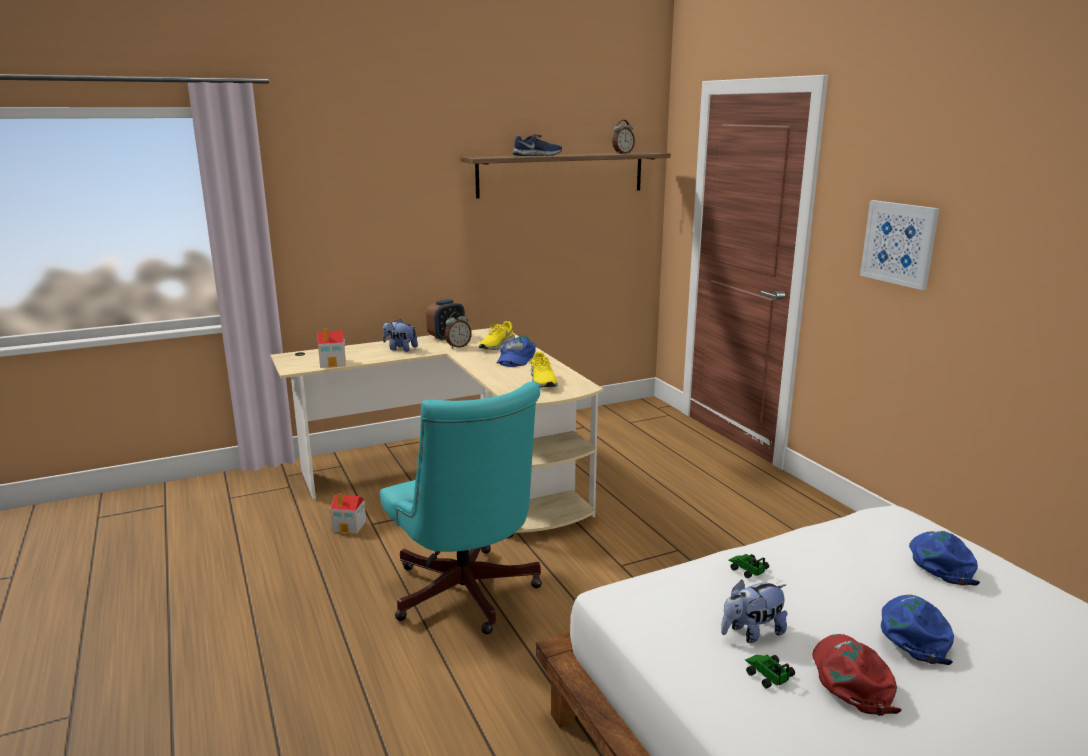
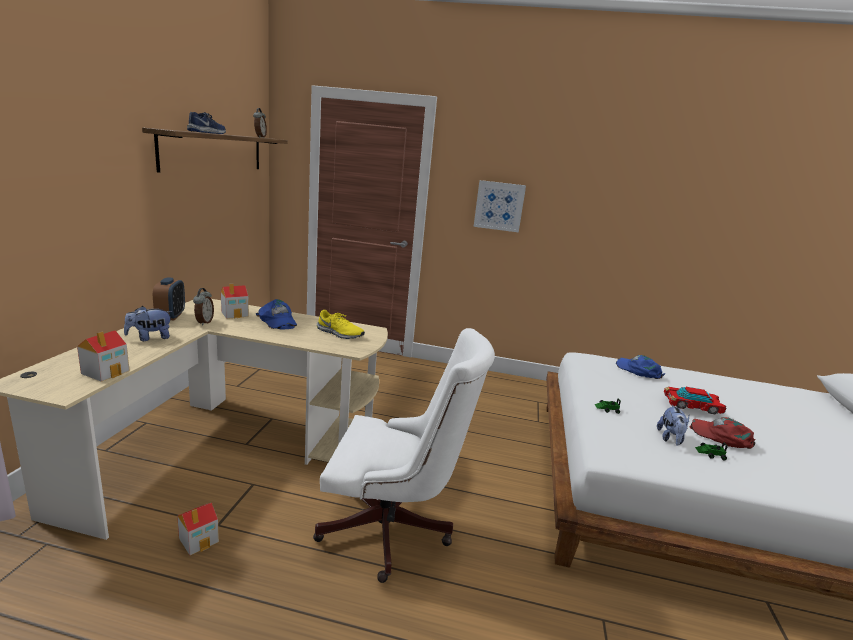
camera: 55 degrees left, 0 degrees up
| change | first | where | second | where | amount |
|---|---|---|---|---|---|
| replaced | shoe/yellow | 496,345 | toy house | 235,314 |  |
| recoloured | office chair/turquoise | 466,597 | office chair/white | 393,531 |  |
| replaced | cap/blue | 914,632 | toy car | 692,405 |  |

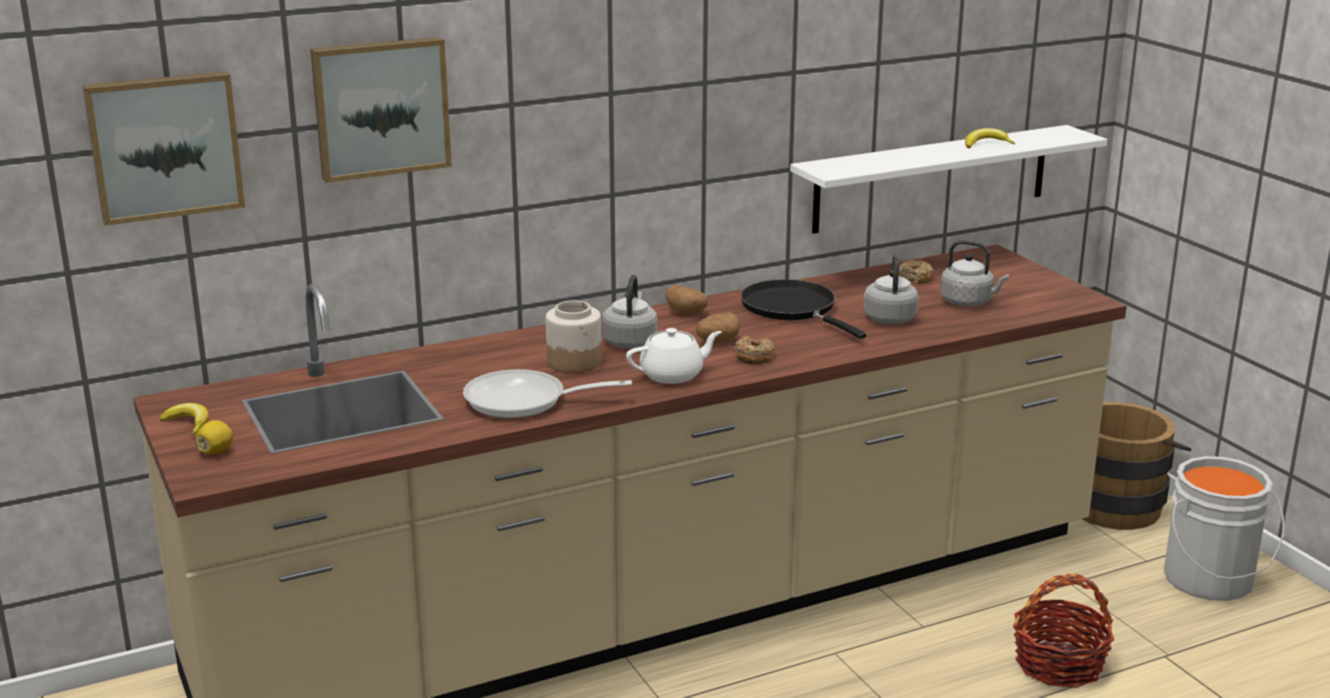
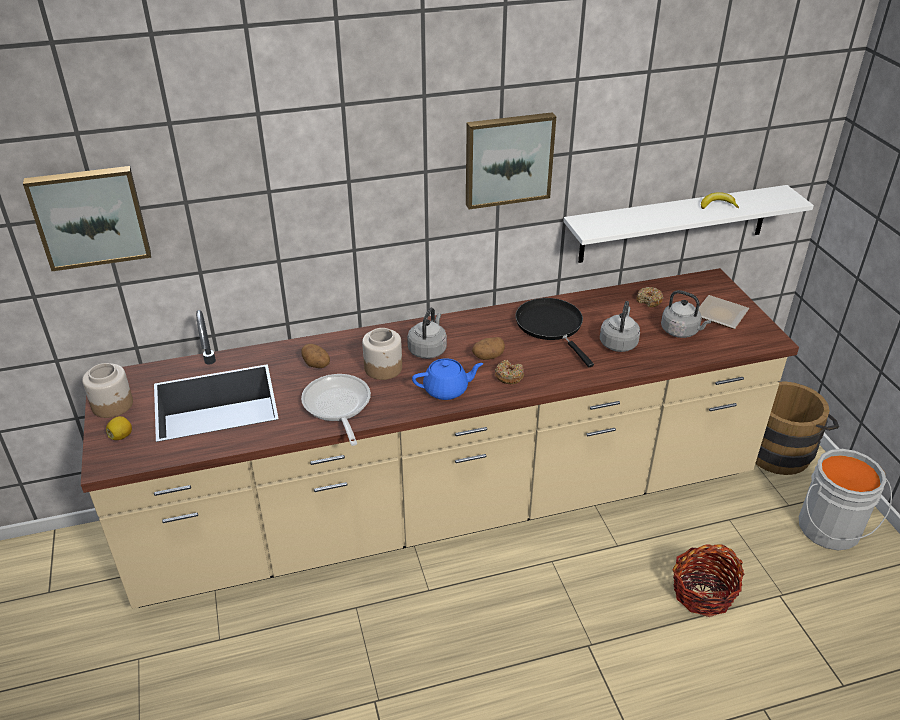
camera: 10 degrees right, 15 degrees up
| change | first | where | second | where | amount |
|---|---|---|---|---|---|
| moved | picture | 380,107 |  | 508,159 |  |
| moved | potato | 687,313 |  | 317,365 |  |
| recoloured | teapot/white | 673,375 | teapot/blue | 447,390 |  |
| turned | frying pan | 524,401 |  | 337,407 | 60 degrees clockwise |
| replaced | banana | 188,424 | jar | 113,405 |  |
| added |  |  | plate | 719,313 |  |

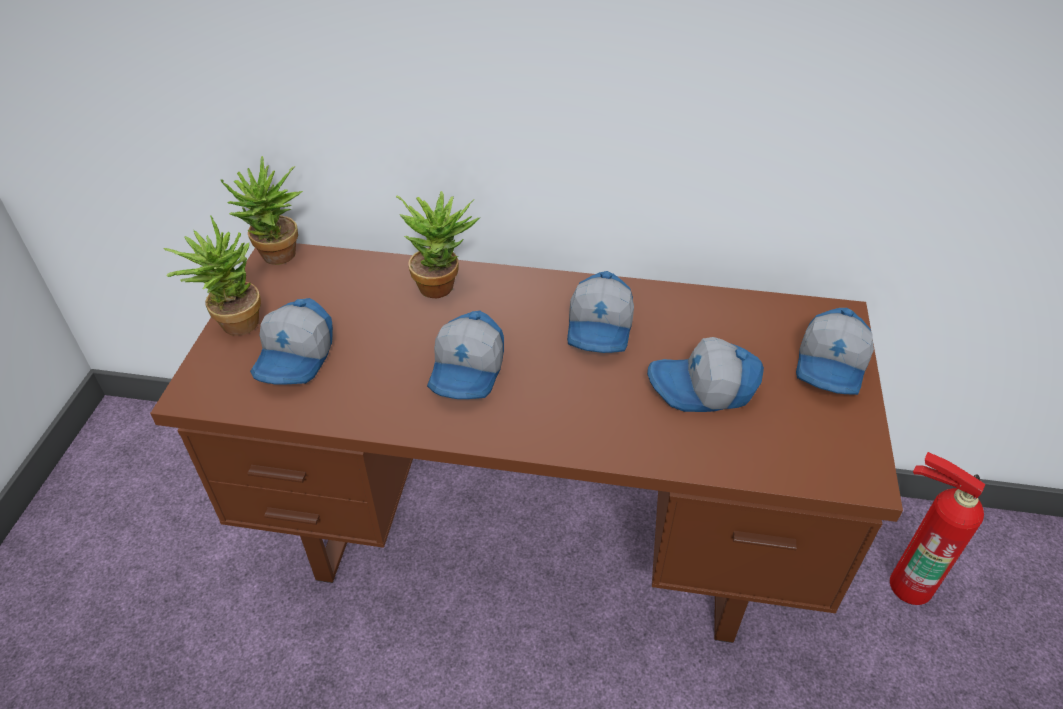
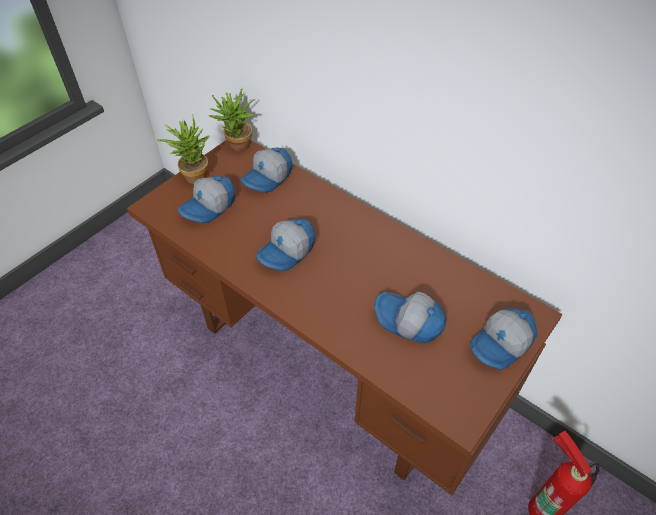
camera: 30 degrees right, 5 degrees up
| change | first | where | second | where | amount |
|---|---|---|---|---|---|
| removed | potted plant | 443,284 |  |  |  |
| moved | cap | 601,328 |  | 268,178 |  |

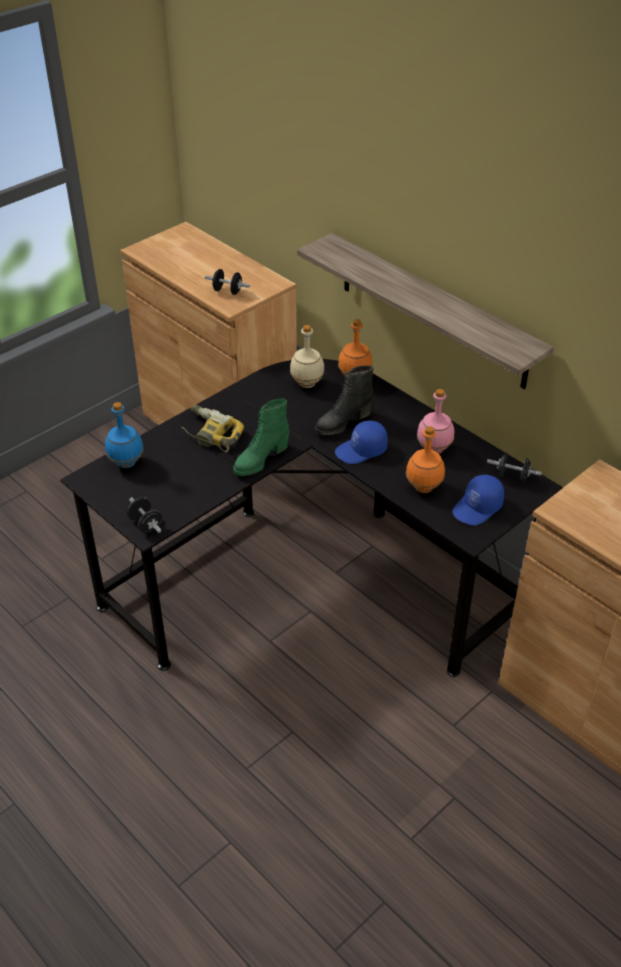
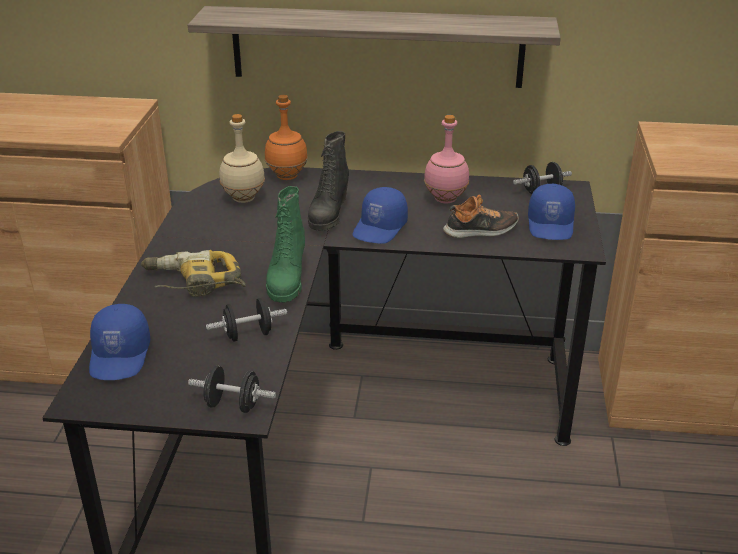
camera: 40 degrees left, 10 degrees down
| change | first | where | second | where | amount |
|---|---|---|---|---|---|
| moved | dumbbell/black | 227,291 |  | 248,335 |  |
| replaced | bottle/blue | 127,463 | cap/blue | 121,356 |  |
| replaced | bottle/orange | 423,487 | shoe | 481,230 |  |

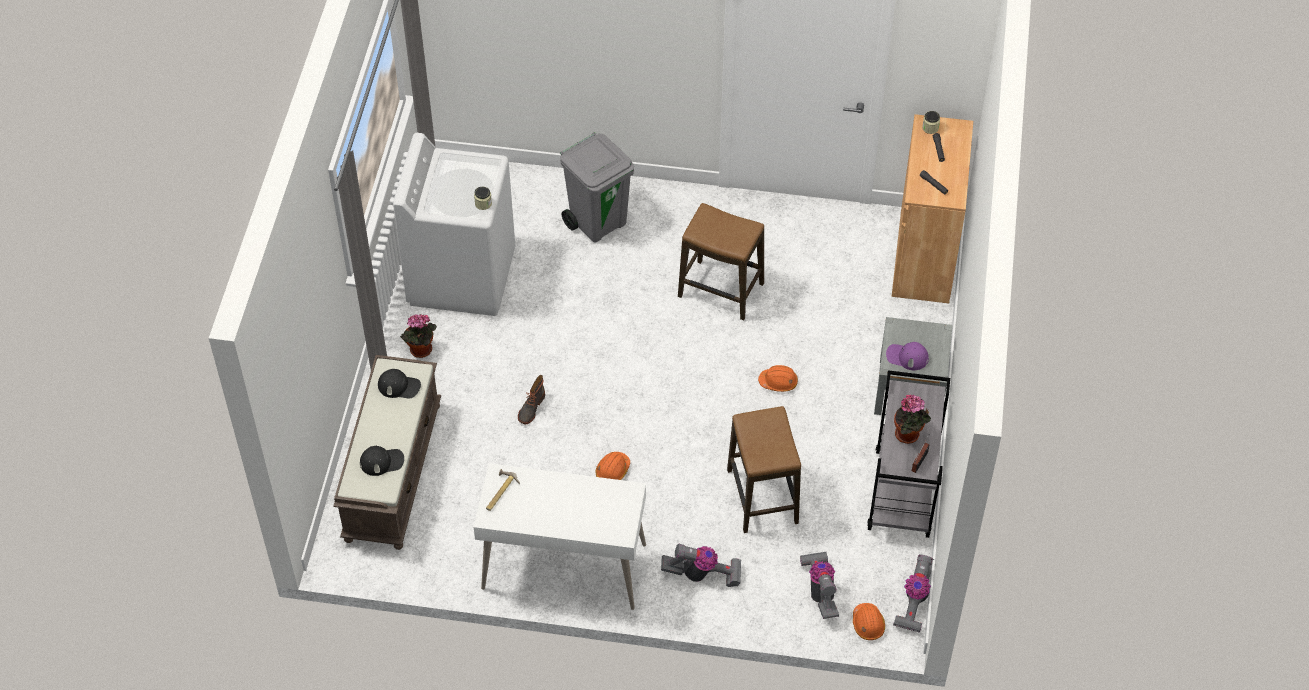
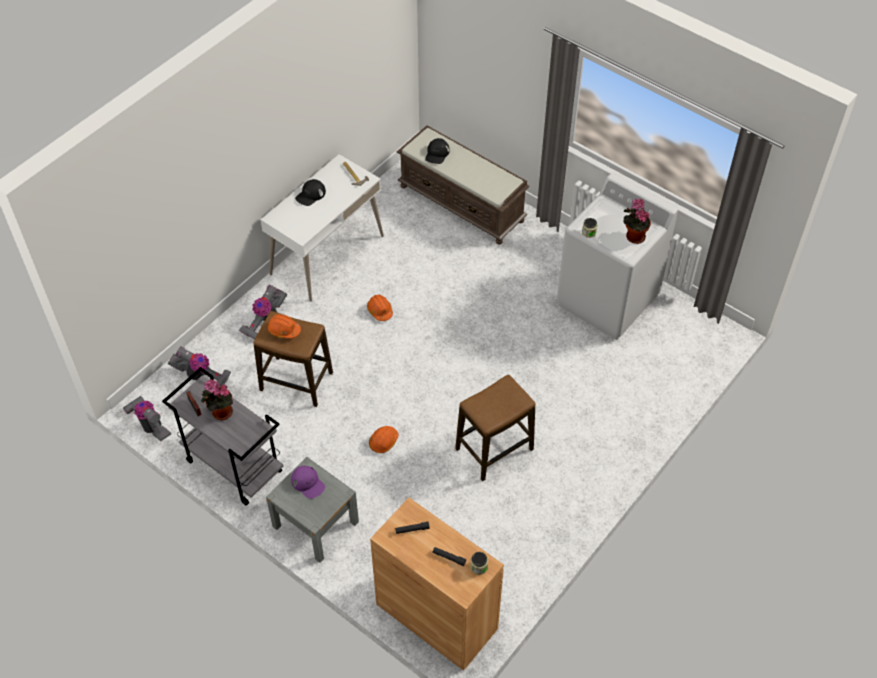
camera: 120 degrees right, 0 degrees up
| change | first | where | second | where | amount |
|---|---|---|---|---|---|
| removed | trash can/grey | 598,222 |  |  |  |
| moved | potted plant | 420,351 |  | 634,236 |  |
| turned | cap/purple | 907,357 |  | 308,483 | 90 degrees clockwise |
| moved | cap/black | 399,386 |  | 310,195 |  |
| removed | boot | 531,408 |  |  |  |
| moved | hard hat/orange | 868,624 |  | 283,330 |  |

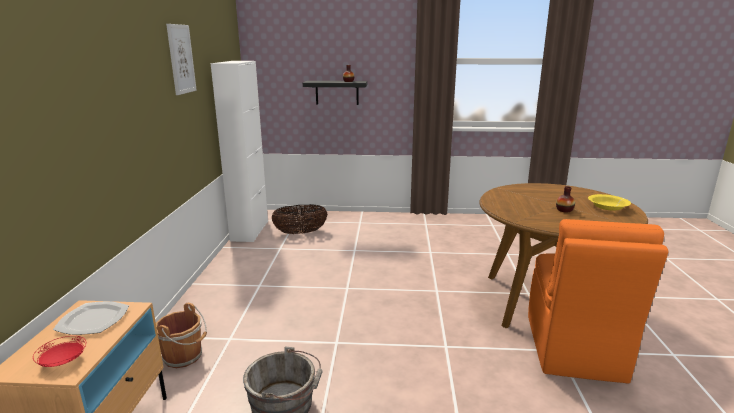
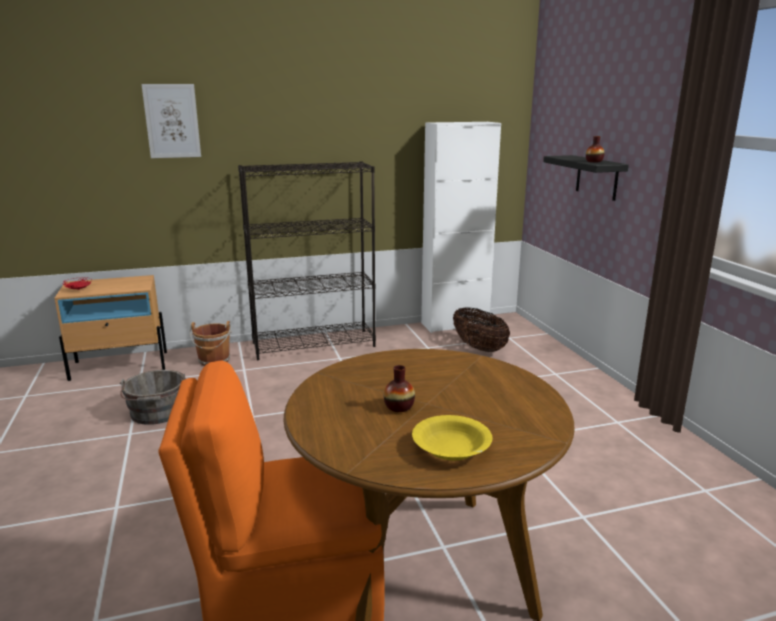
camera: 70 degrees right, 0 degrees up
| change | first | where | second | where | amount |
|---|---|---|---|---|---|
| moved | picture | 181,59 |  | 172,121 |  |
| removed | plate | 93,320 |  |  |  |
| added |  |  | bookcase/black | 314,344 |  |

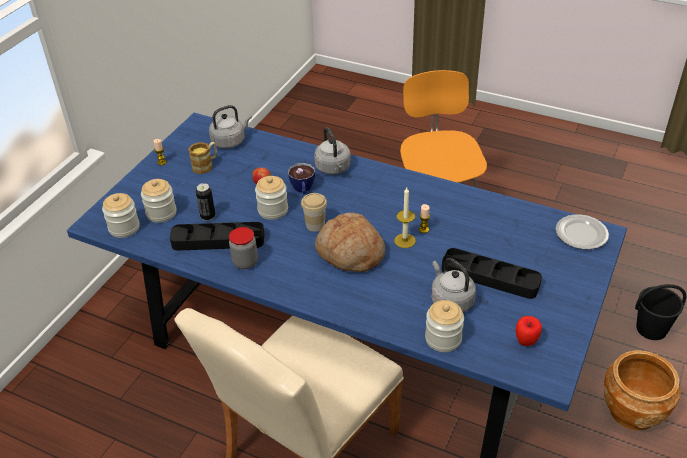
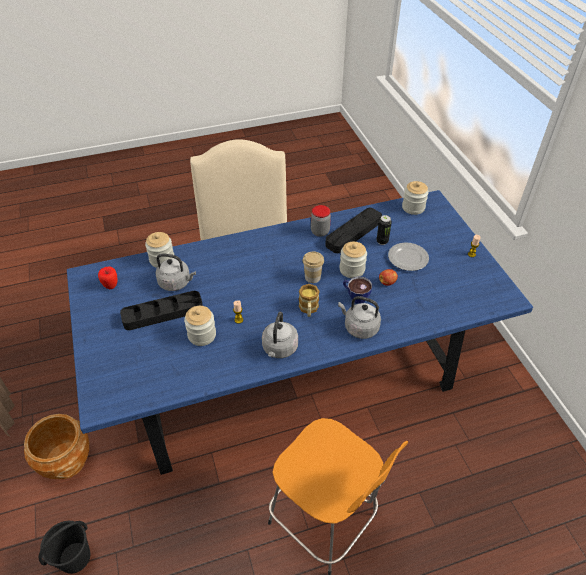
camera: 135 degrees right, 5 degrees up
| change | first | where | second | where | amount |
|---|---|---|---|---|---|
| moved | kettle/grey | 230,141 |  | 279,349 |  |
| moved | mug | 206,165 |  | 308,309 |  |
| moved | jar | 161,213 |  | 202,335 |  |
| removed | candle | 404,240 |  |  |  |
| removed | bread | 350,252 |  |  |  |
| moved | plate | 582,234 |  | 407,258 |  |

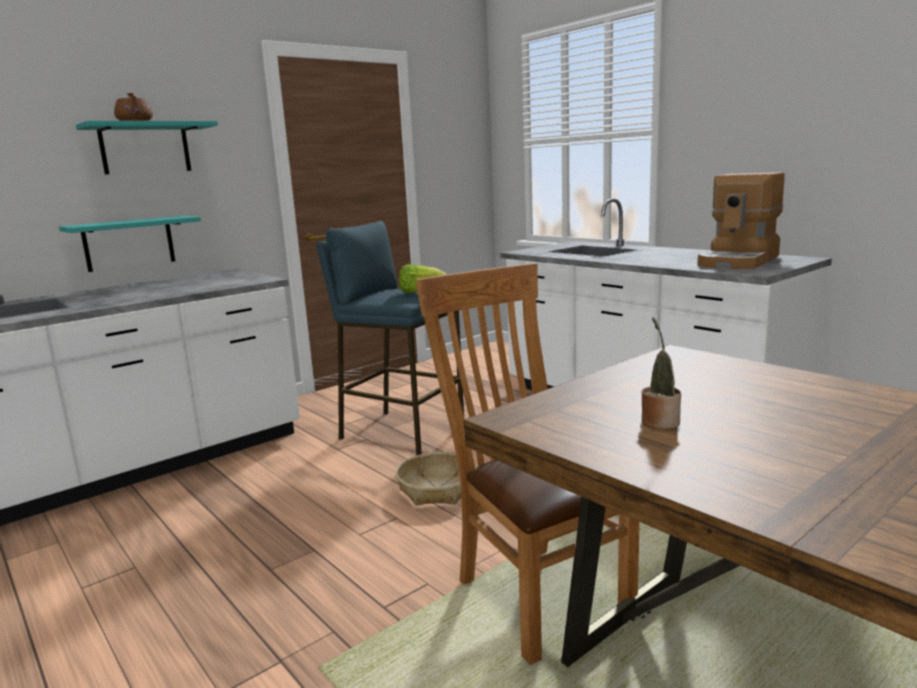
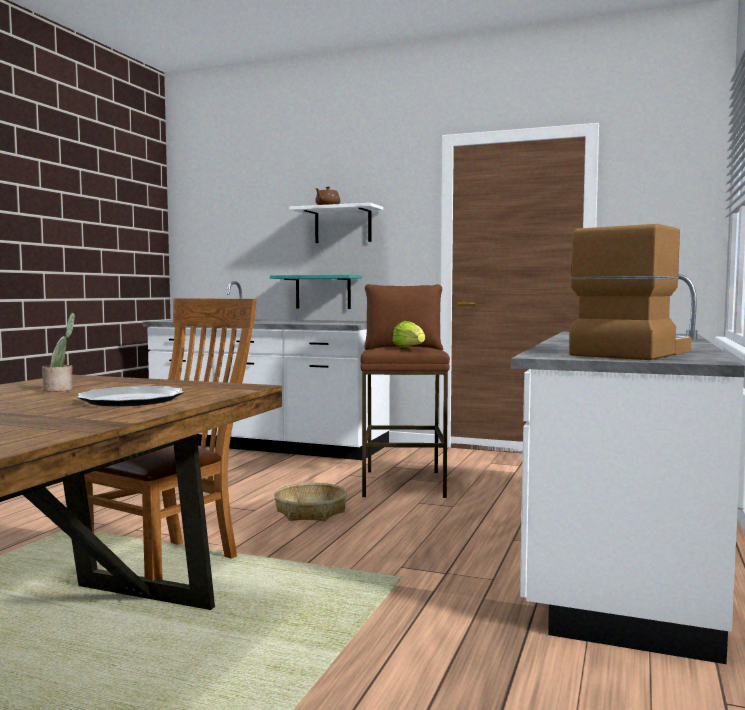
camera: 60 degrees right, 10 degrees down
| change | first | where | second | where | amount |
|---|---|---|---|---|---|
| recoloured | shelf/turquoise | 145,148 | shelf/white | 343,225 |  |
| turned | coffee machine | 739,261 |  | 630,353 | 120 degrees clockwise |
| recoloured | stool/blue | 401,432 | stool/brown | 404,483 |  |
| added |  |  | plate | 131,400 |  |

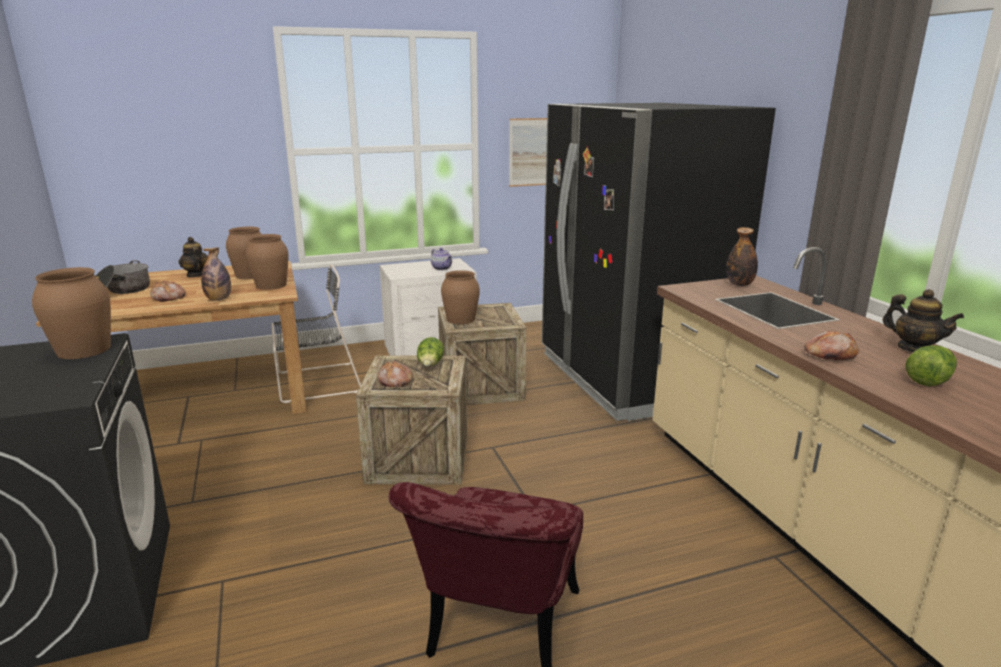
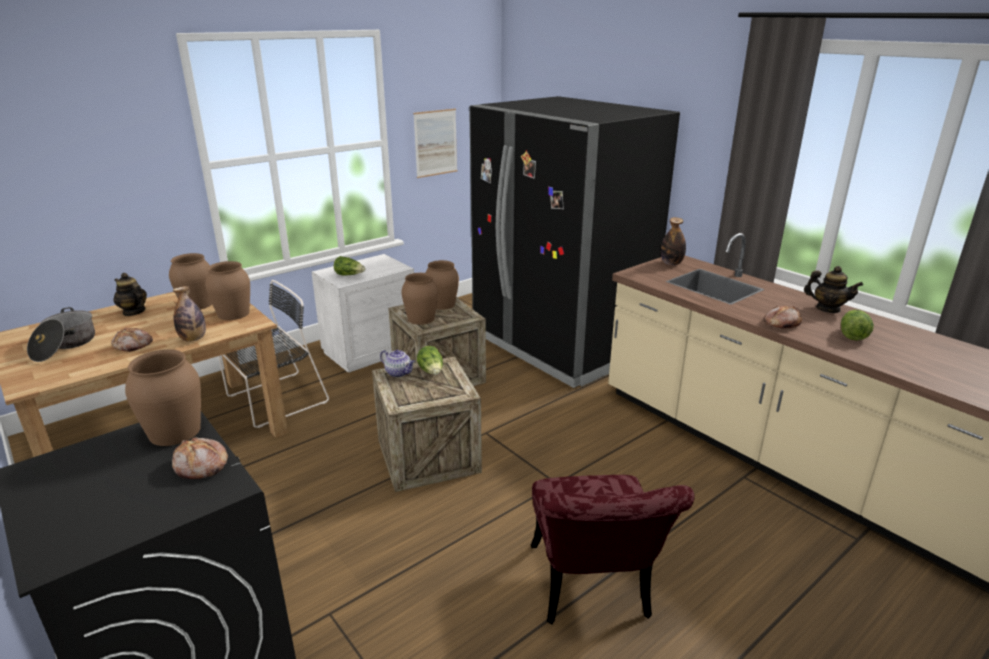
camera: 20 degrees left, 5 degrees up
| change | first | where | second | where | amount |
|---|---|---|---|---|---|
| moved | teapot | 442,268 |  | 399,373 |  |
| moved | bread | 394,381 |  | 200,466 |  |
| added |  |  | lettuce | 349,275 |  |
| added |  |  | vase/brown | 442,304 |  |

